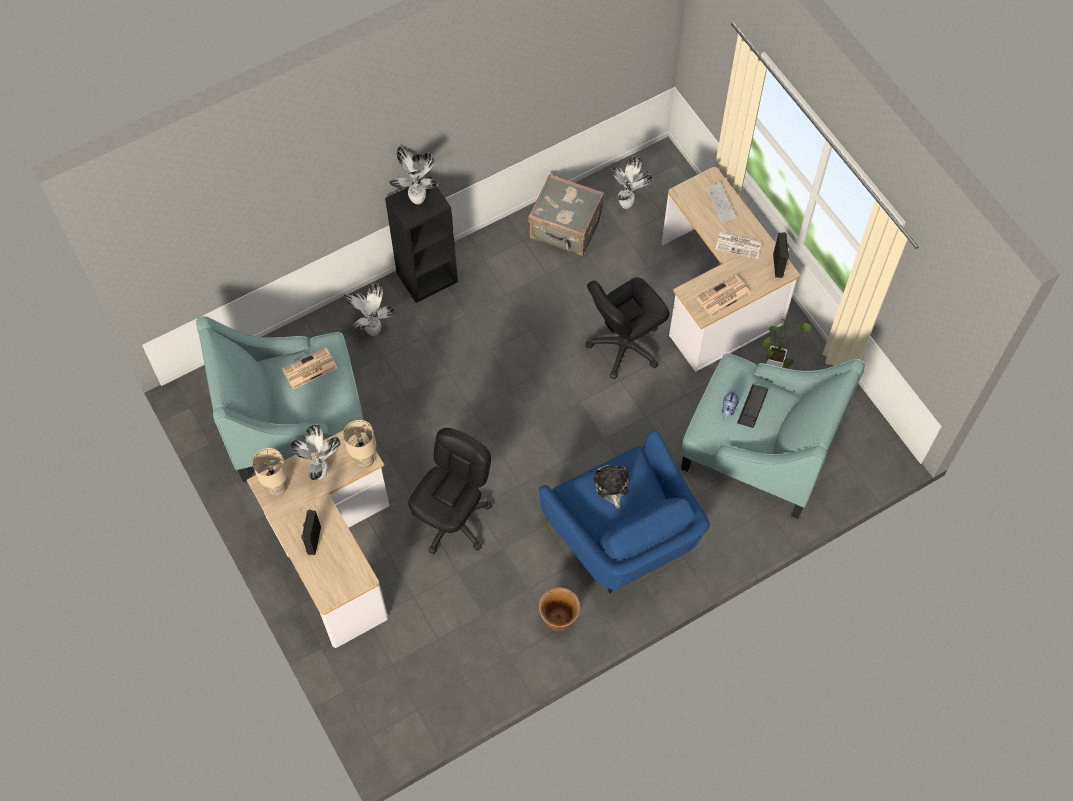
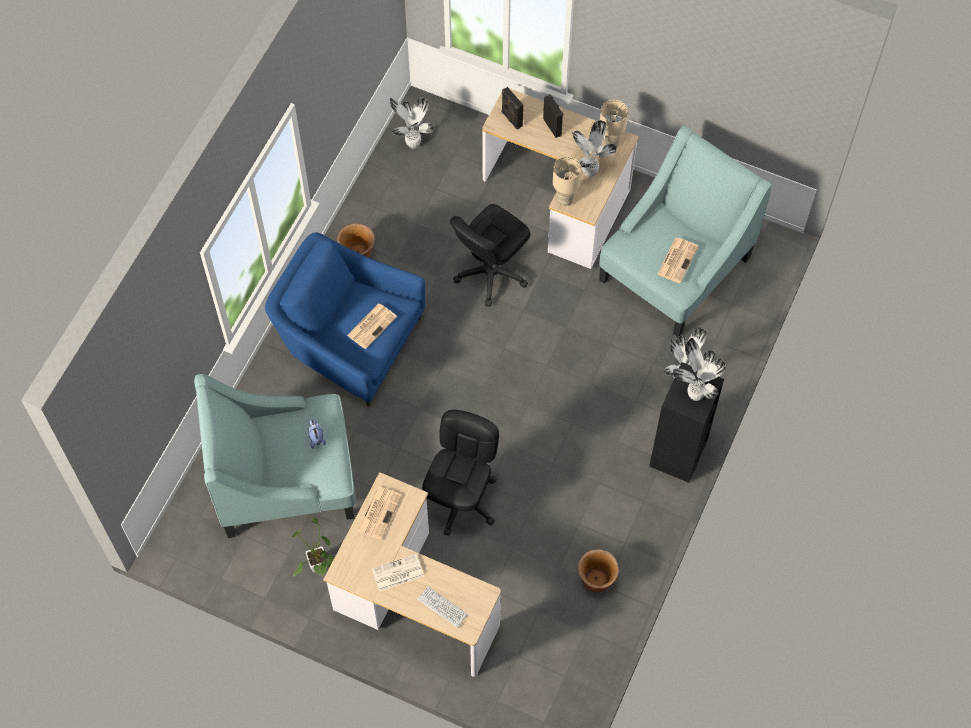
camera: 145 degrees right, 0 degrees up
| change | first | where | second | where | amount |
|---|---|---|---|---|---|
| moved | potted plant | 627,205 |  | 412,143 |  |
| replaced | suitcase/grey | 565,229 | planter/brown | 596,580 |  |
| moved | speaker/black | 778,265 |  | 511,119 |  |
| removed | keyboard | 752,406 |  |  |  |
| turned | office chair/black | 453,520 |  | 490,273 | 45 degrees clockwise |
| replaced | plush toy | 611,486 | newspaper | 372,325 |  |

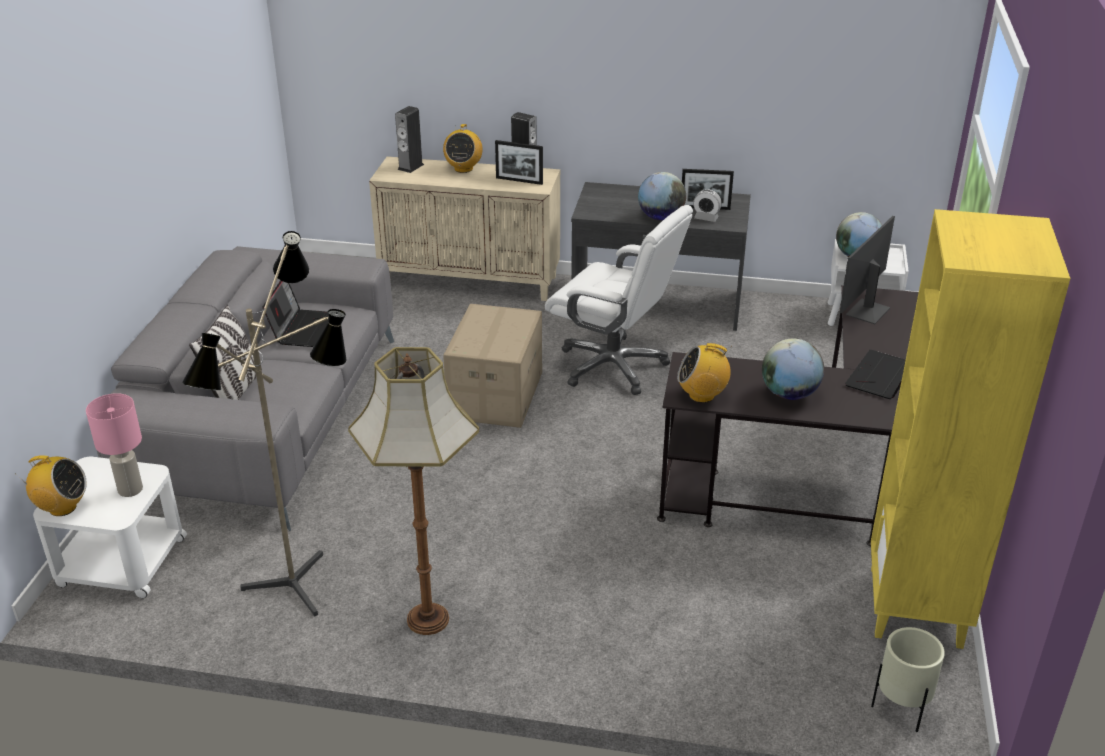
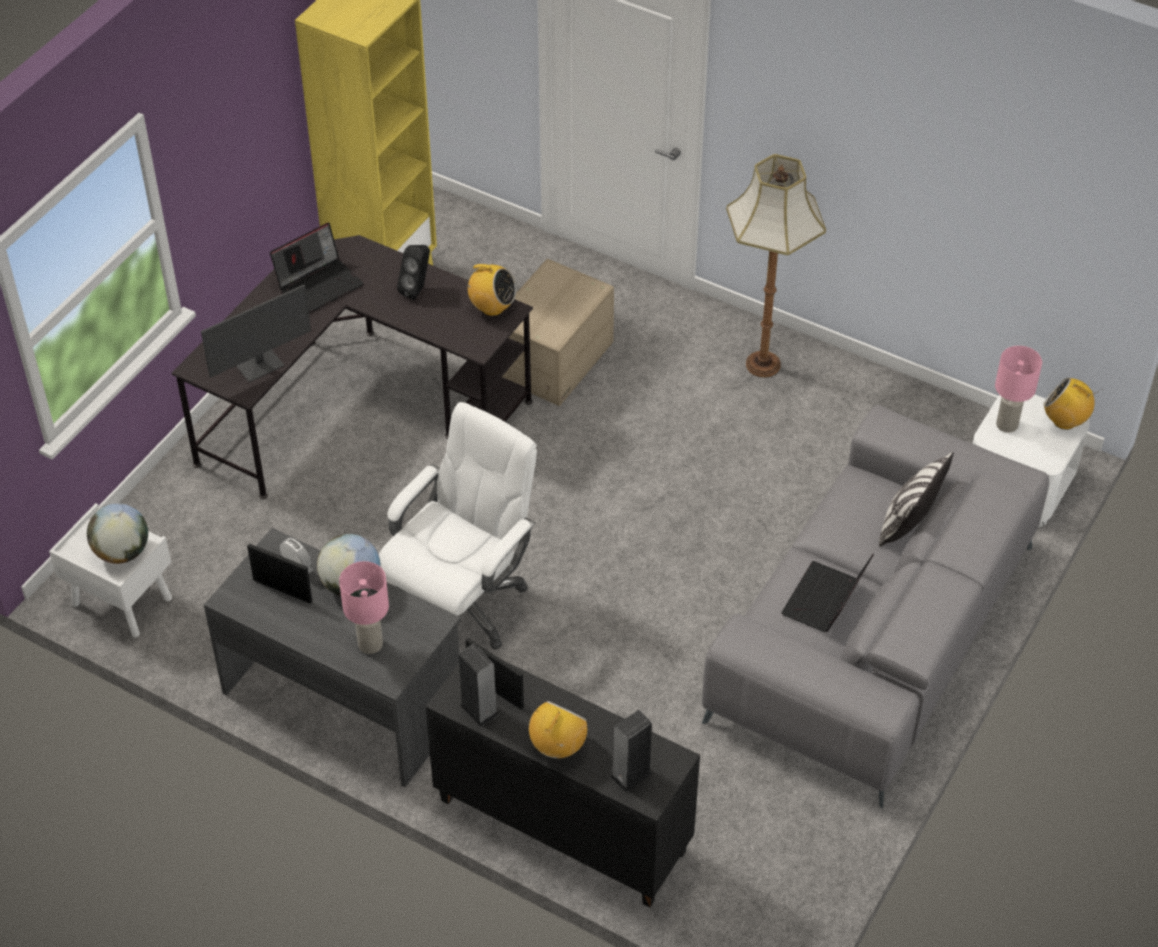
camera: 160 degrees left, 15 degrees up
| change | first | where | second | where | amount |
|---|---|---|---|---|---|
| recoloured | cabinet/beige | 471,280 | cabinet/black | 560,826 |  |
| turned | office chair/white | 614,366 |  | 461,603 | 75 degrees clockwise |
| removed | floor lamp | 303,588 |  |  |  |
| moved | cardboard box | 495,395 |  | 554,360 |  |
| replaced | globe | 789,394 | speaker/black | 417,290 |  |
| removed | planter/beige | 900,710 |  |  |  |
| added |  |  | table lamp/pink | 369,644 |  |

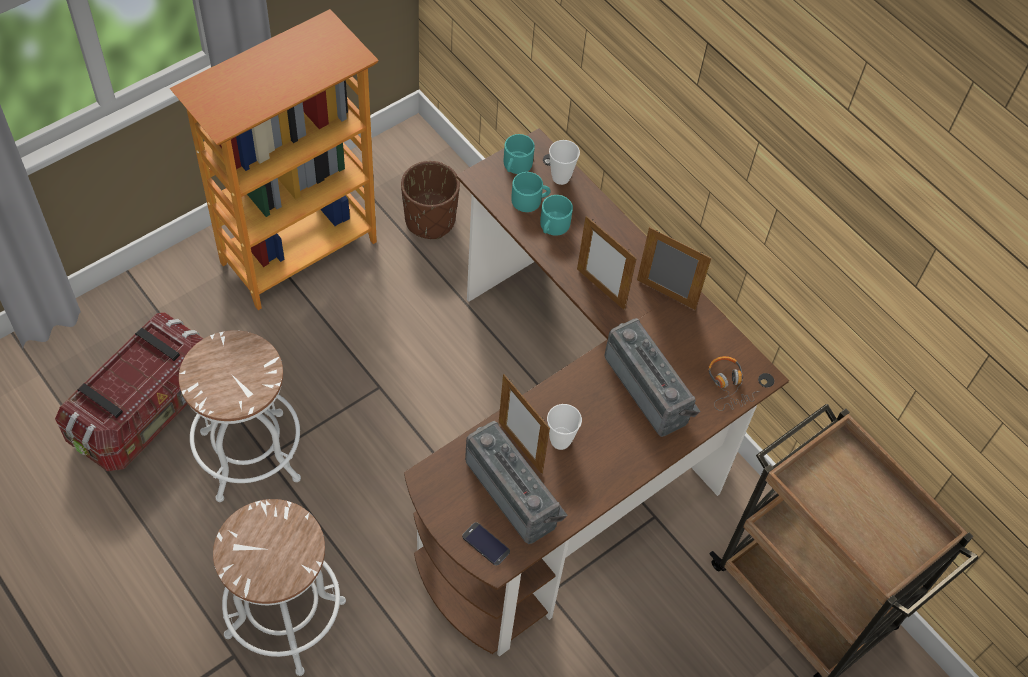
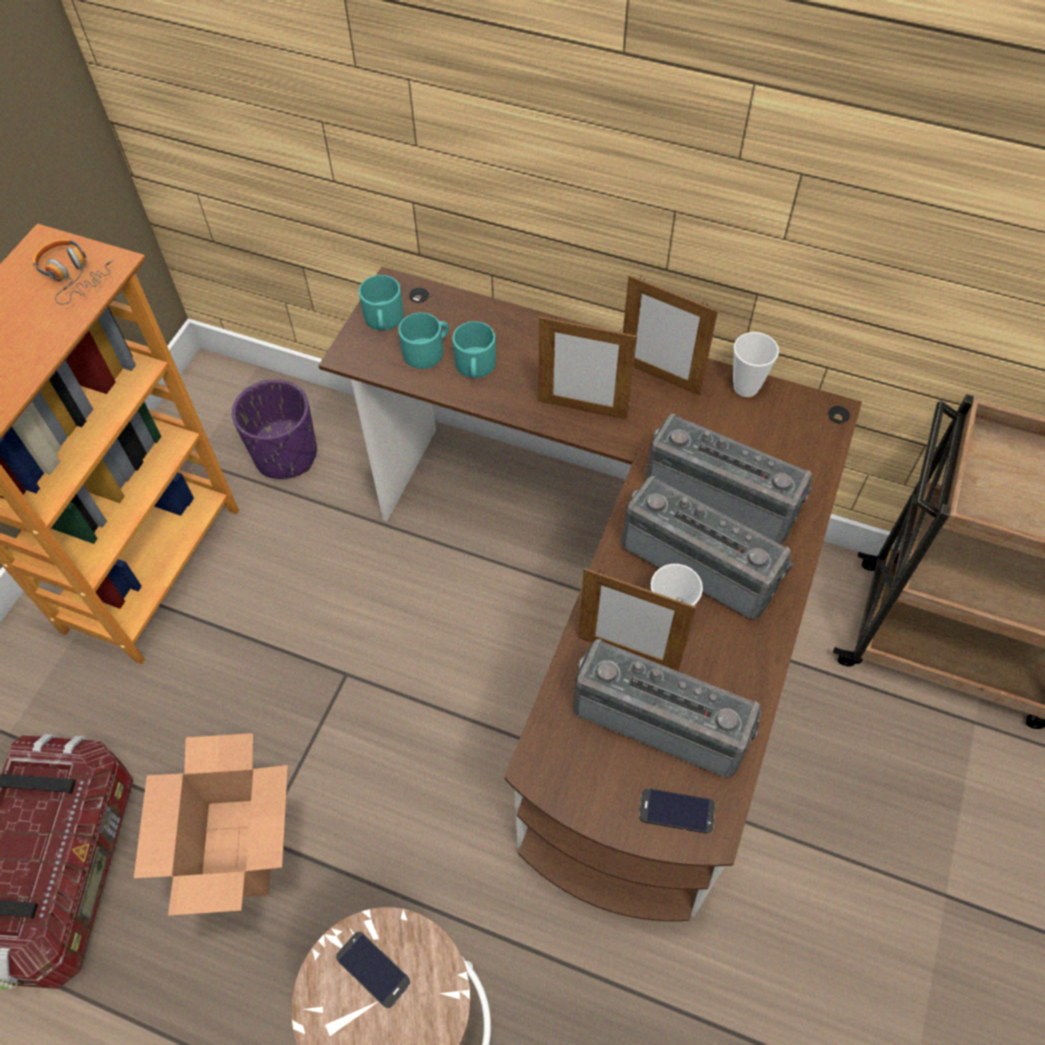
camera: 25 degrees left, 0 degrees up
| change | first | where | second | where | amount |
|---|---|---|---|---|---|
| moved | cup | 561,177 |  | 746,387 |  |
| recoloured | planter/brown | 430,220 | planter/purple | 286,455 |  |
| turned | picture frame | 666,294 |  | 659,377 | 150 degrees counterclockwise |
| replaced | stool/white | 250,455 | cardboard box | 238,850 |  |
| moved | headphones | 727,386 |  | 72,275 |  |
| added |  |  | radio | 702,561 |  |
| added |  |  | phone | 373,969 |  |

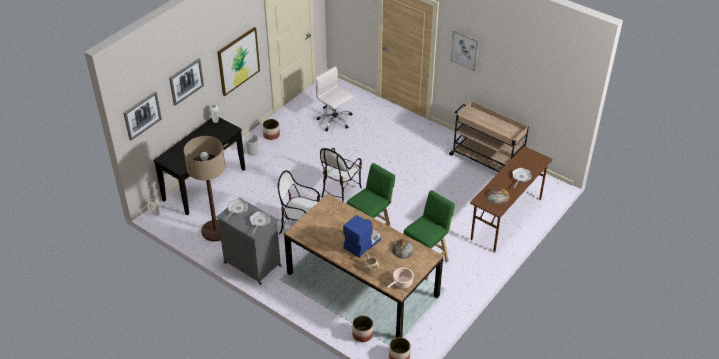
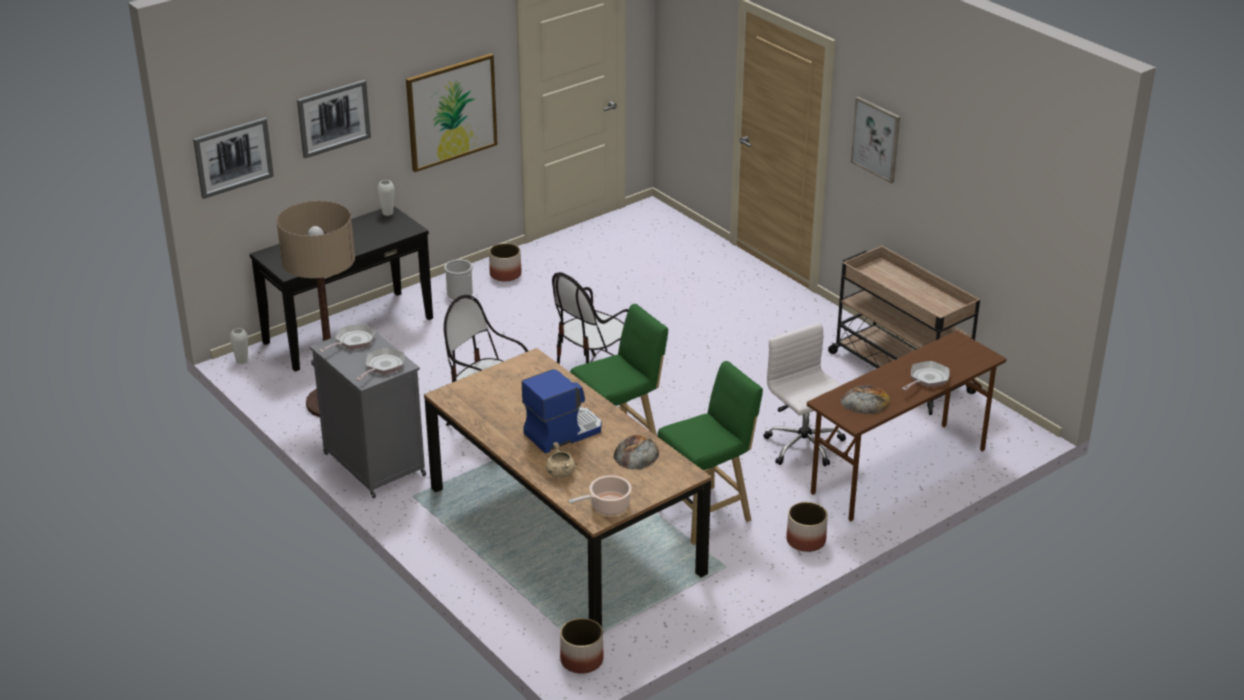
camera: 15 degrees right, 10 degrees down
| change | first | where | second | where | amount |
|---|---|---|---|---|---|
| moved | office chair/white | 335,121 |  | 804,446 |  |
| moved | planter | 362,334 |  | 805,540 |  |

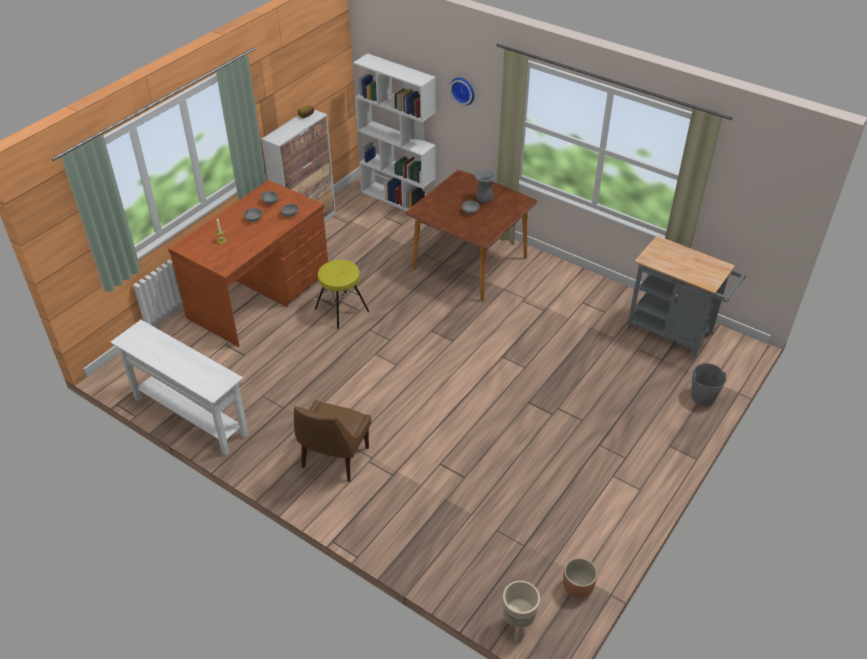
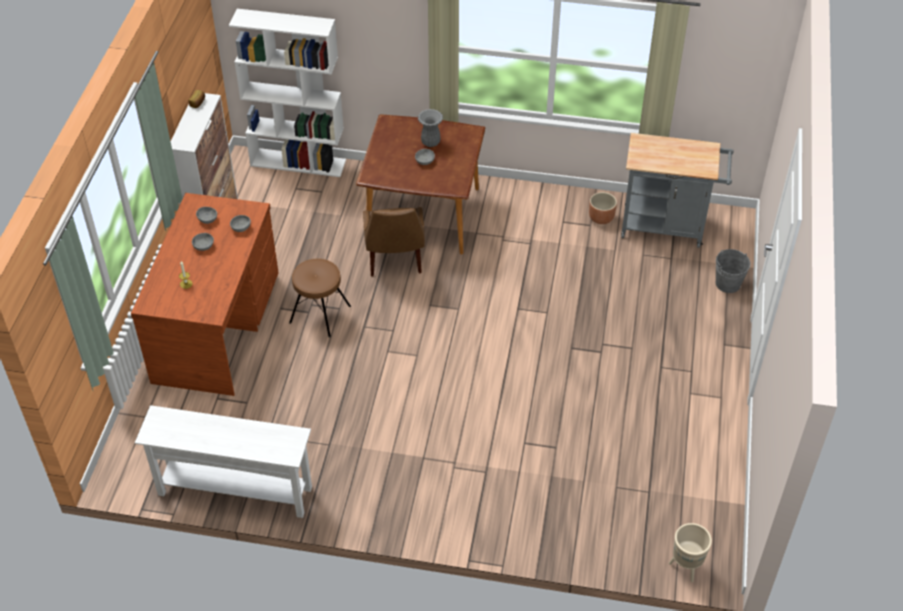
camera: 25 degrees left, 5 degrees up
| change | first | where | second | where | amount |
|---|---|---|---|---|---|
| removed | wall clock | 463,90 |  |  |  |
| recoloured | stool/yellow | 341,310 | stool/brown | 320,314 |  |
| moved | chair/brown | 334,459 |  | 395,260 |  |
| moved | planter/brown | 577,587 |  | 601,218 |  |

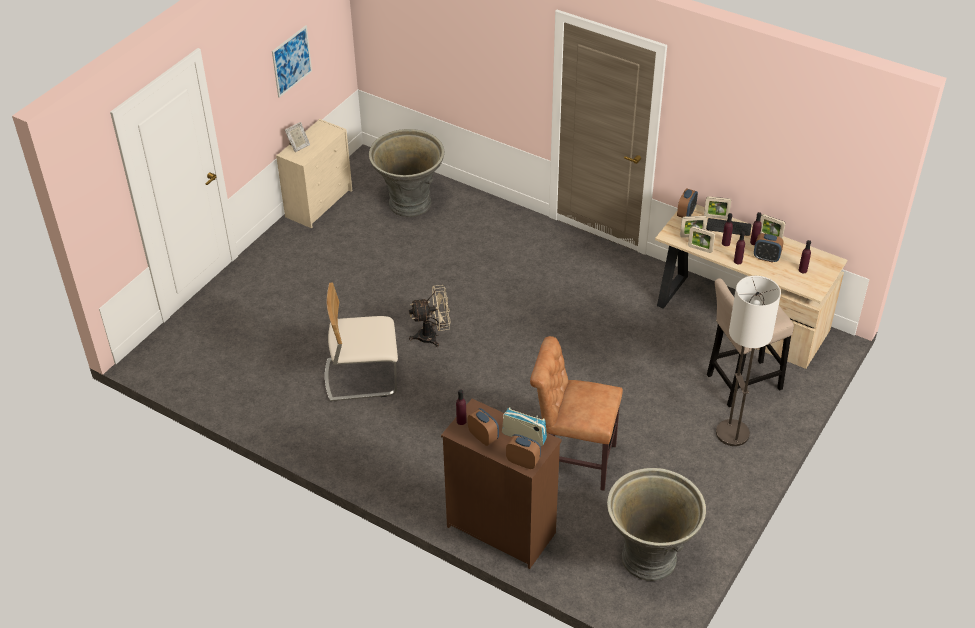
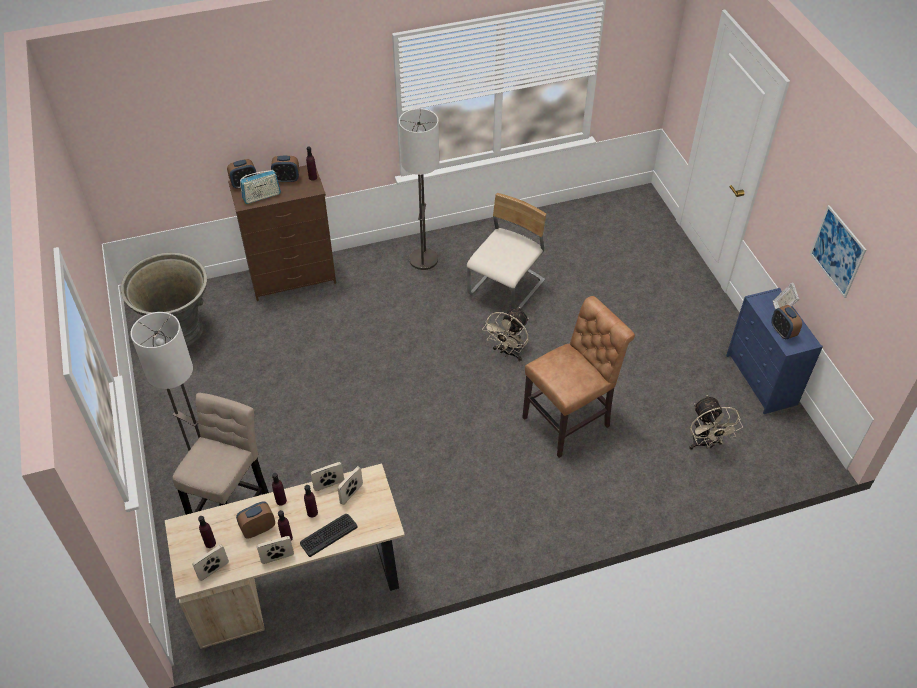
camera: 130 degrees right, 5 degrees up
| change | first | where | second | where | amount |
|---|---|---|---|---|---|
| recoloured | dresser/beige | 319,203 | dresser/blue | 762,380 |  |
| replaced | planter/grey | 409,204 | fan/beige | 704,443 |  |
| moved | alarm clock | 686,214 |  | 782,332 |  |
| moved | picture frame | 716,217 |  | 213,570 |  |
| moved | chair/brown | 572,460 |  | 570,420 |  |
| added |  |  | floor lamp | 424,260 |  |

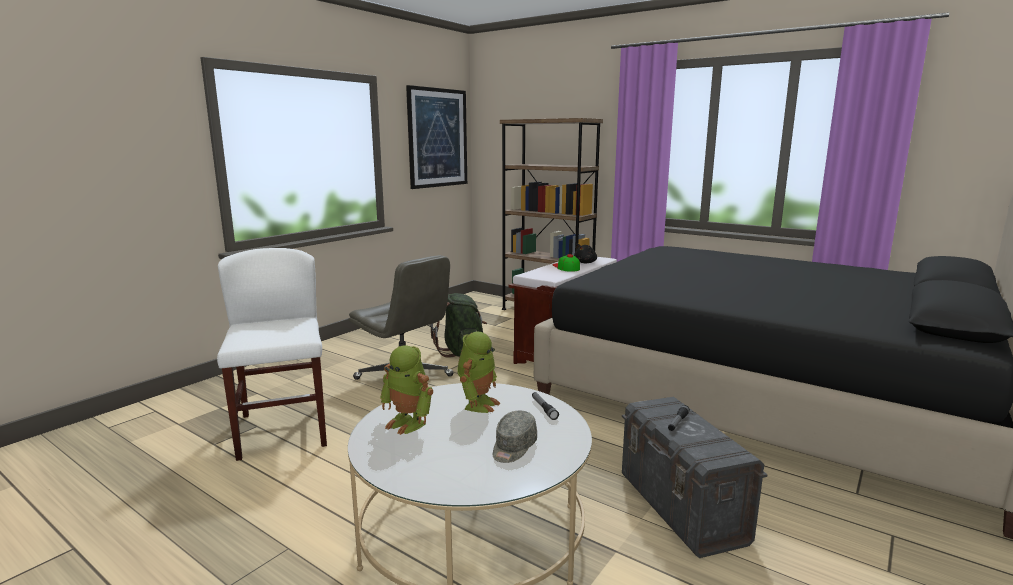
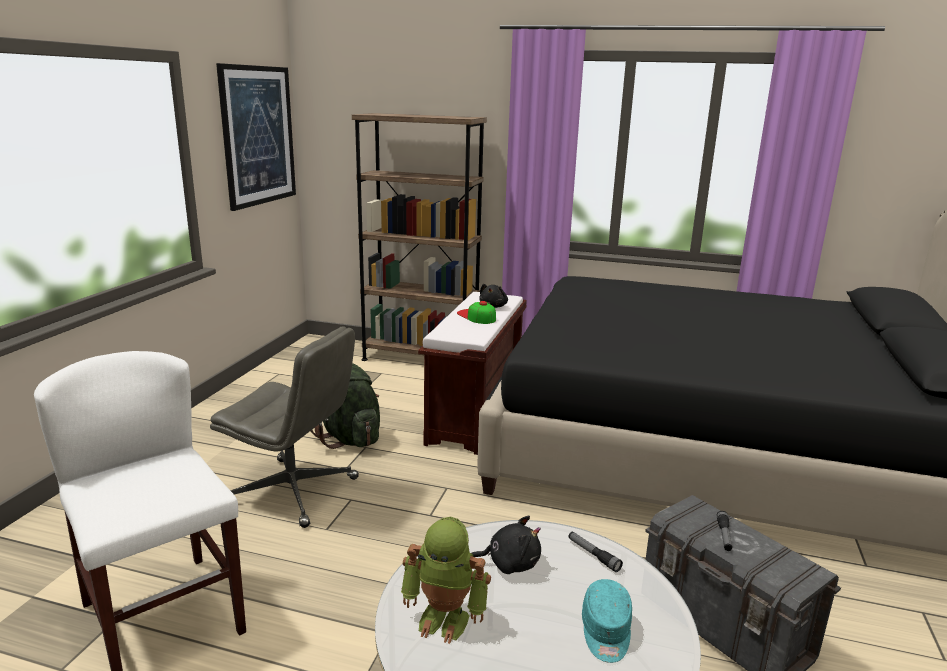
camera: 20 degrees left, 5 degrees up
| change | first | where | second | where | amount |
|---|---|---|---|---|---|
| replaced | toy robot | 478,404 | plush toy/black | 509,563 |  |
| recoloured | cap/grey | 513,447 | cap/turquoise | 606,632 |  |

